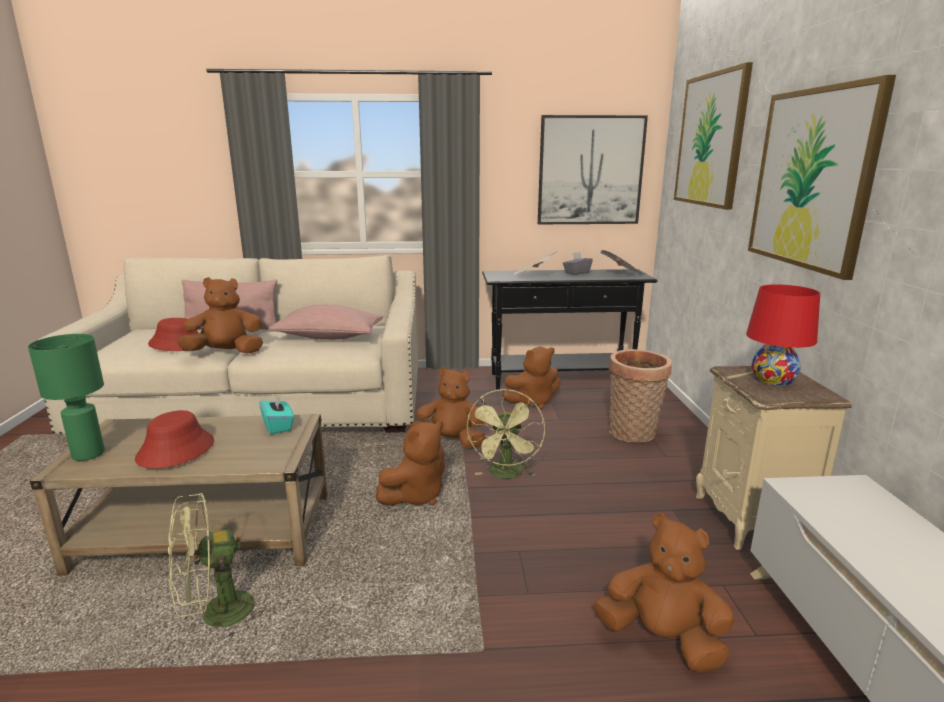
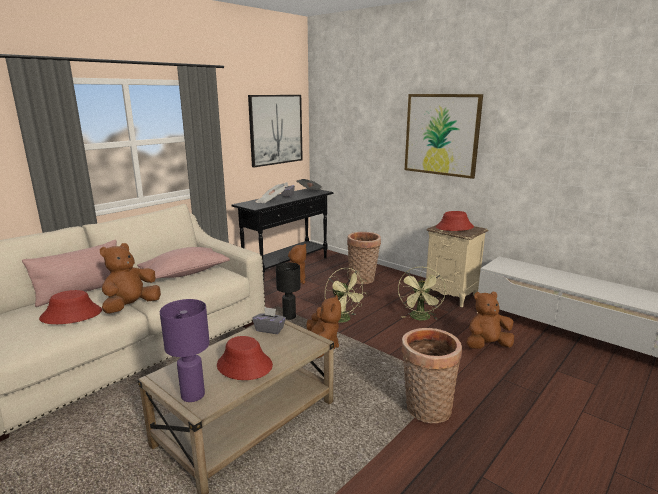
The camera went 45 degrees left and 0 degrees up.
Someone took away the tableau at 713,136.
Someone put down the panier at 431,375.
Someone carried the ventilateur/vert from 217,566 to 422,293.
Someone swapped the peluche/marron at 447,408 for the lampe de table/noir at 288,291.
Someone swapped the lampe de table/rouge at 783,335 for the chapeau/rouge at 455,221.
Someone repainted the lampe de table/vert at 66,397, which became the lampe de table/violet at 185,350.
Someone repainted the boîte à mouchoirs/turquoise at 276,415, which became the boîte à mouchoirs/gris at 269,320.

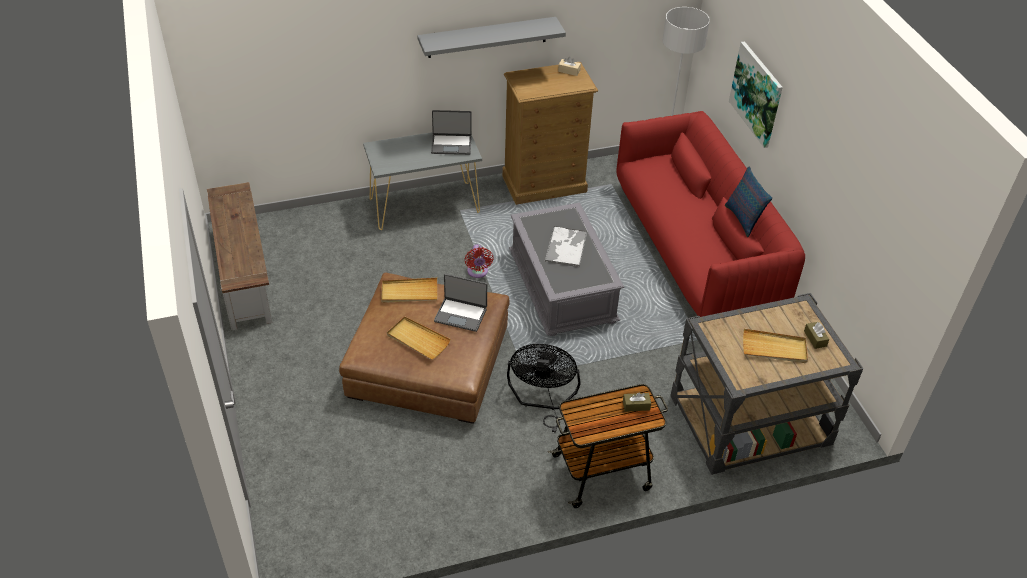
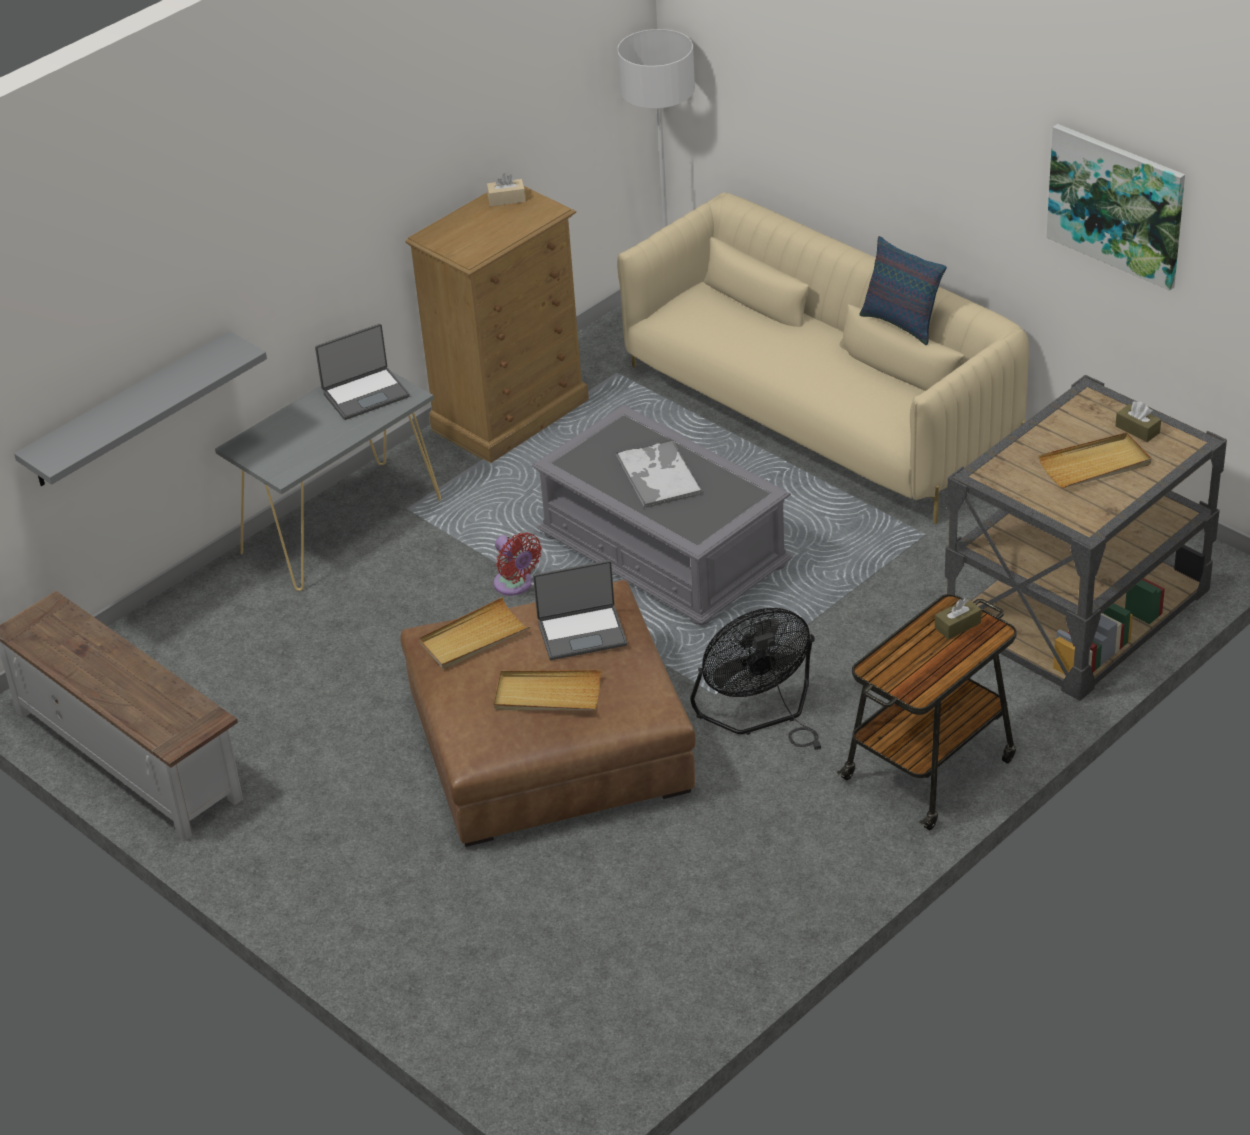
The camera went 25 degrees left and 5 degrees down.
Someone carried the étagère/gris from 491,37 to 140,408.
Someone carried the tableau from 756,94 to 1115,207.
Someone repainted the canapé/rouge at 710,214, which became the canapé/beige at 823,358.

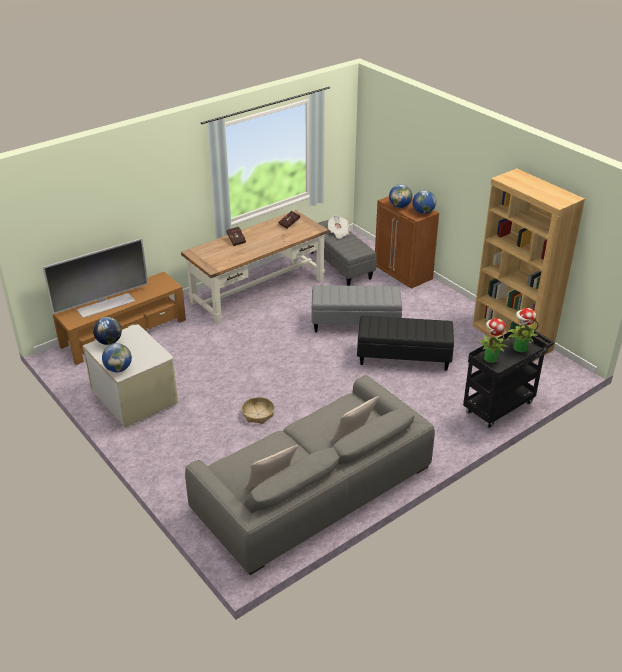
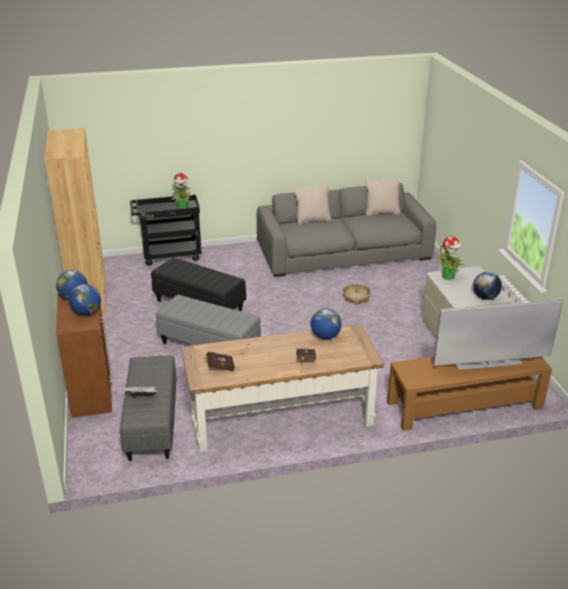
The camera went 155 degrees left and 5 degrees down.
Someone carried the globe from 117,357 to 326,323.
Someone carried the plante en pot from 523,330 to 451,258.

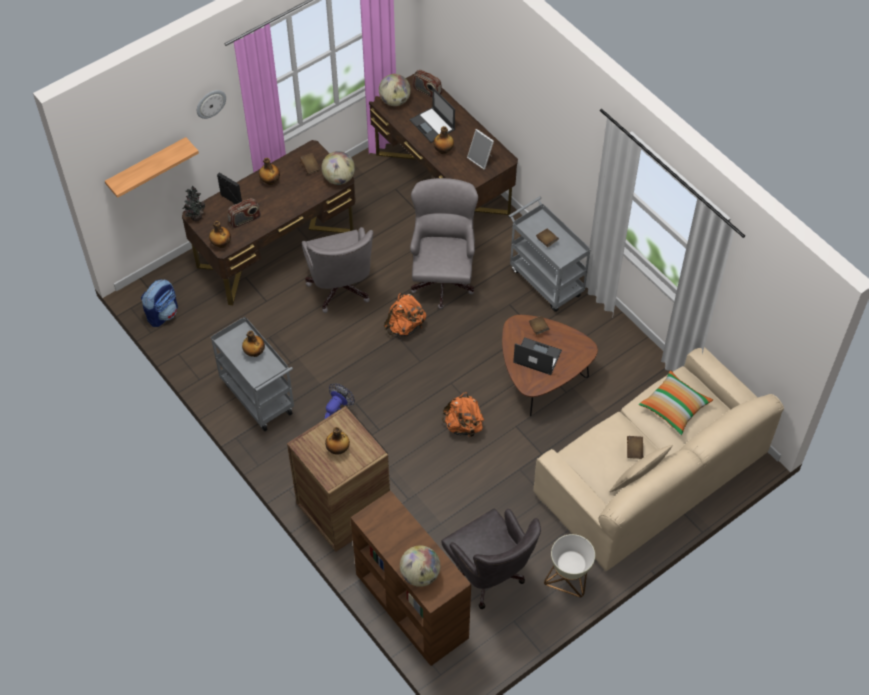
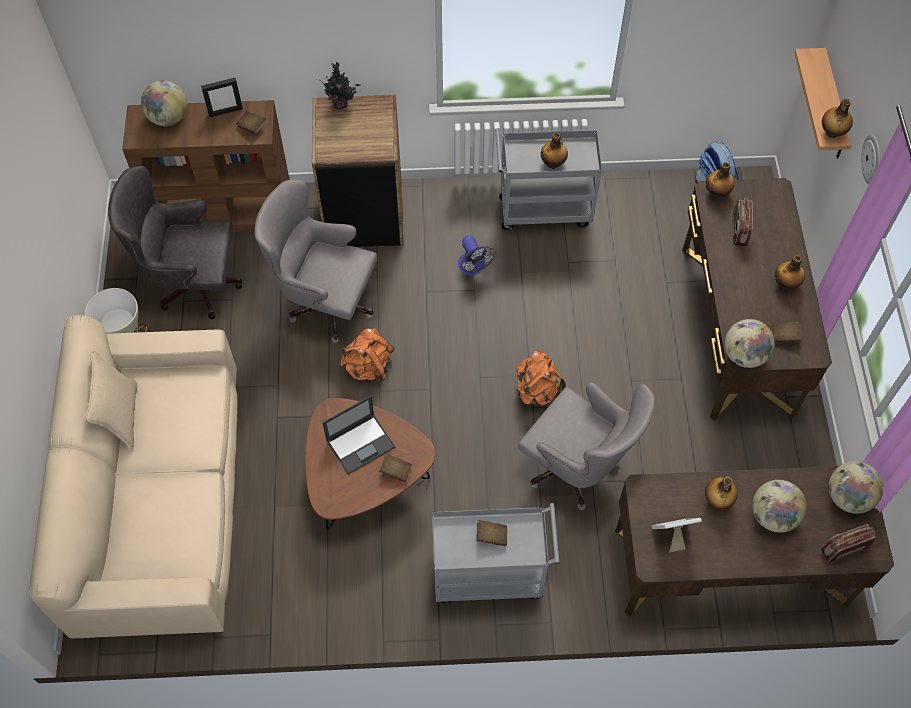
The camera went 125 degrees right and 5 degrees up.
Someone took away the coussin at 676,403.
Someone carried the plante en pot from 193,203 to 340,86.
Someone carried the cadre photo from 229,188 to 222,97.
Someone carried the chaise de bureau/gris from 337,270 to 315,262.
Someone carried the bouteille from 337,441 to 837,118.
Someone carried the livre/marron from 635,447 to 251,122.
Someone swapped the ordinateur portable at 432,115 for the globe at 779,506.

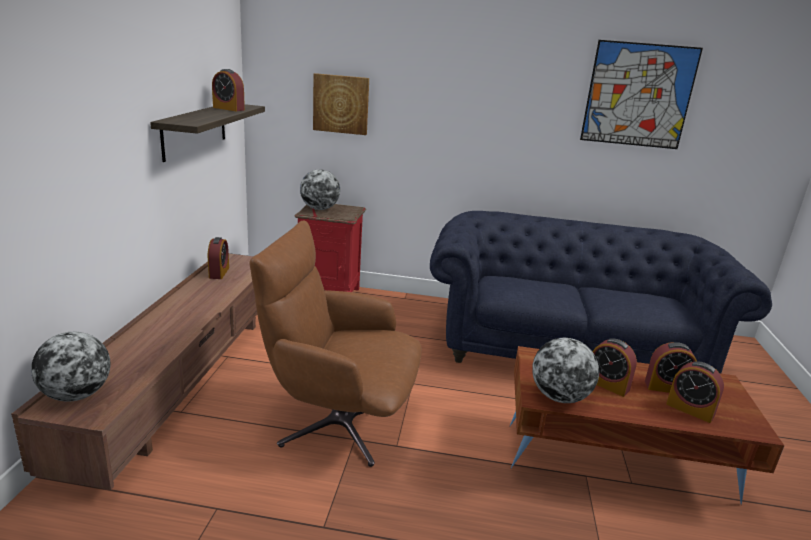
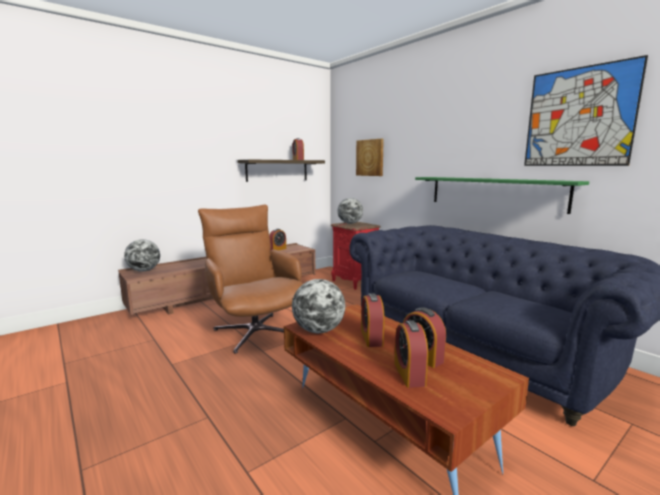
The camera went 45 degrees right and 10 degrees down.
Someone put up the étagère/vert at 502,195.

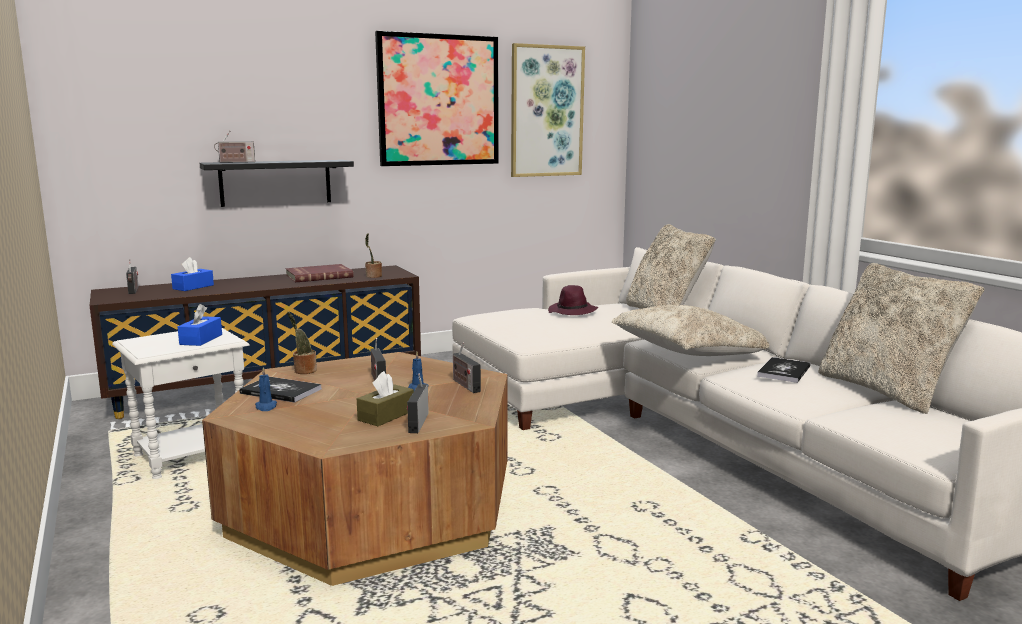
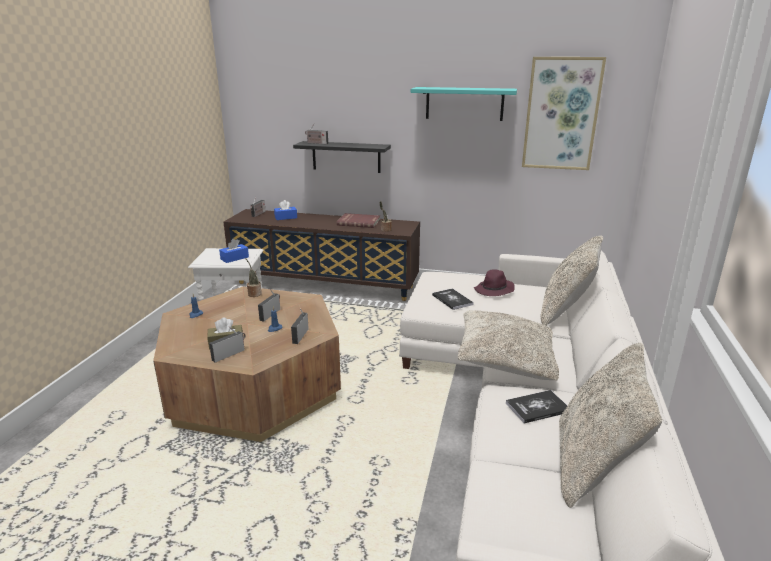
The camera went 40 degrees right and 10 degrees up.
Someone carried the livre from 280,390 to 453,299.
Someone swapped the tableau at 437,98 for the étagère/turquoise at 464,104.

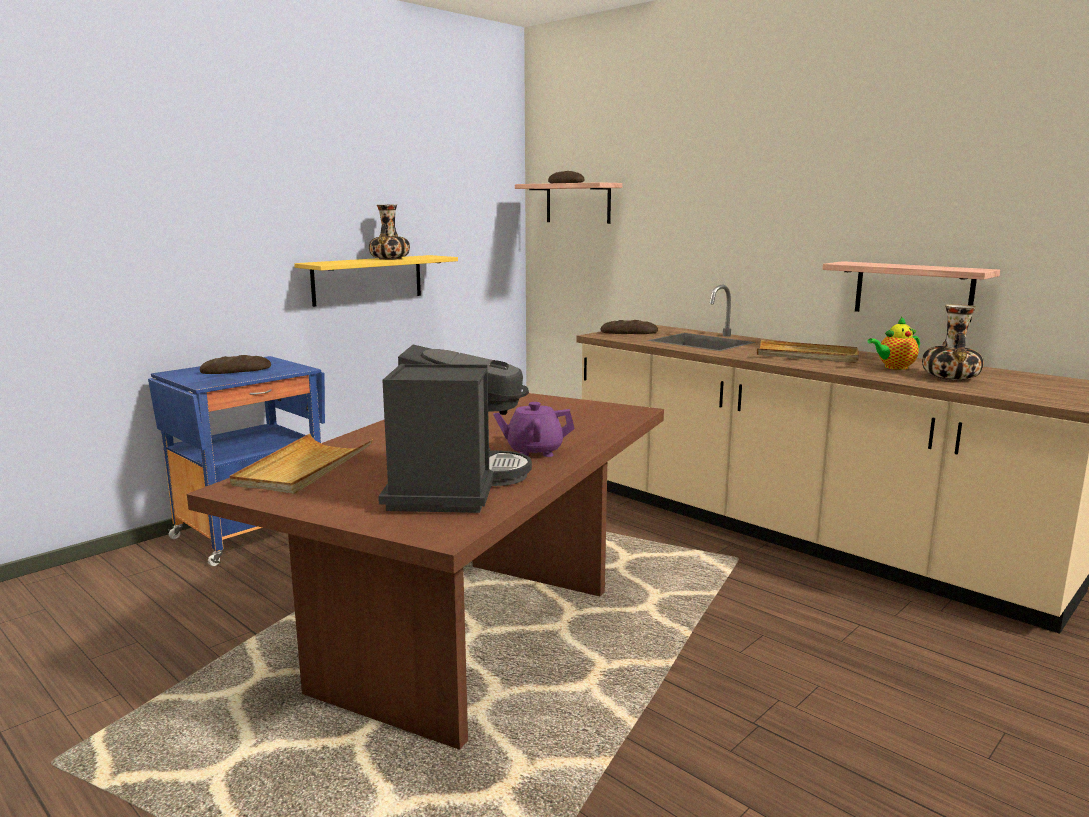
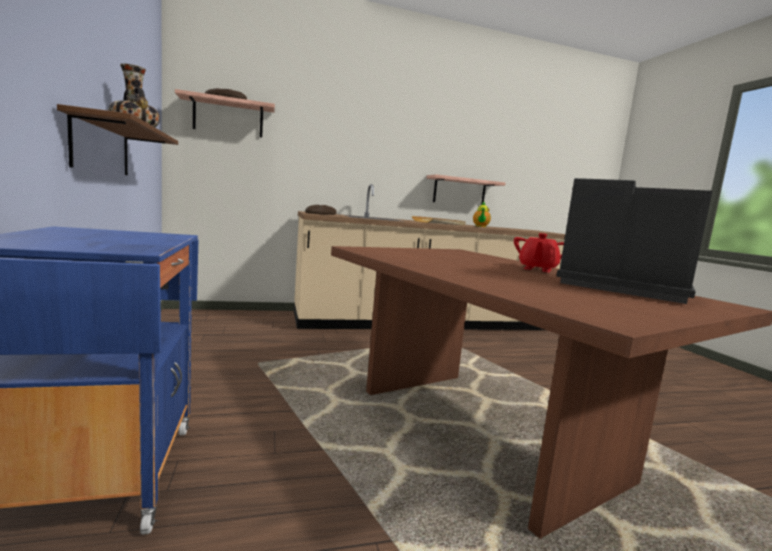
The camera went 60 degrees left and 5 degrees down.
Someone took away the pain at 235,364.
Someone took away the plateau/beige at 301,463.
Someone took away the vase at 953,342.
Someone repainted the étagère/jaune at 376,281, which became the étagère/marron at 117,139.
Someone repainted the théière/violet at 534,429, which became the théière/rouge at 539,253.

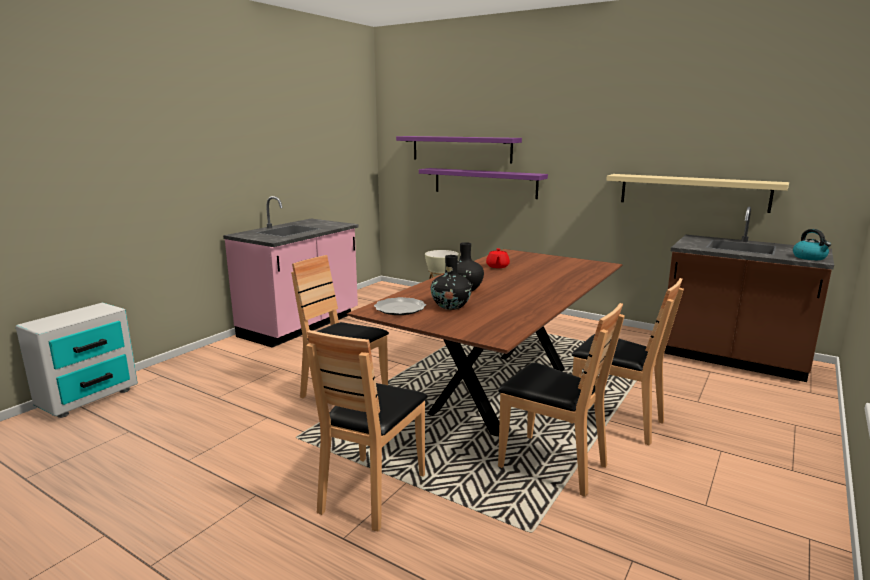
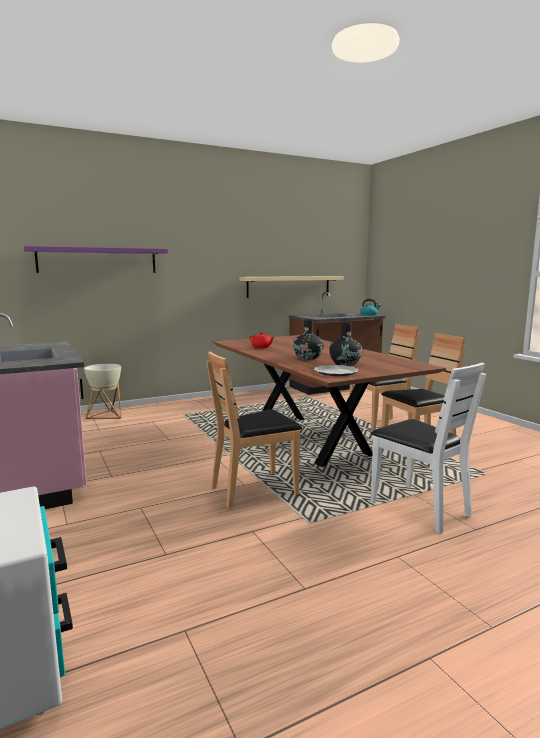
The camera went 60 degrees left and 5 degrees down.
Someone took away the étagère/violet at 483,183.
Someone repainted the chaise/marron at 367,431, which became the chaise/blanc at 428,448.

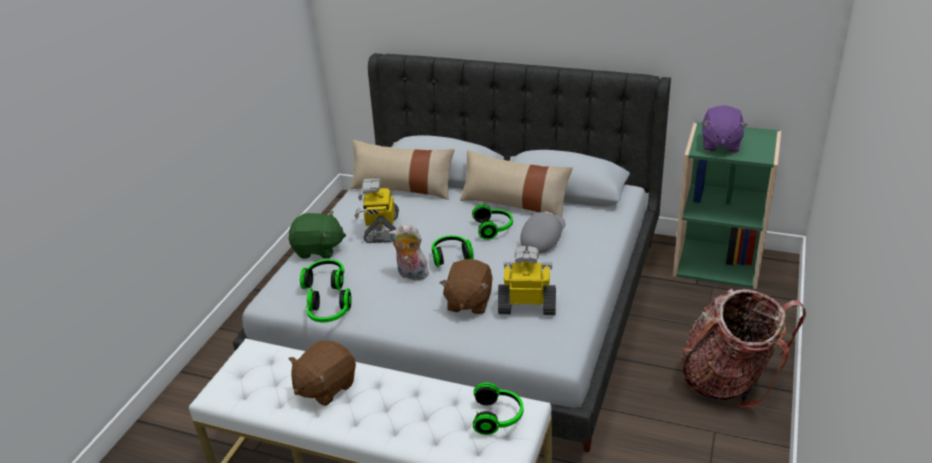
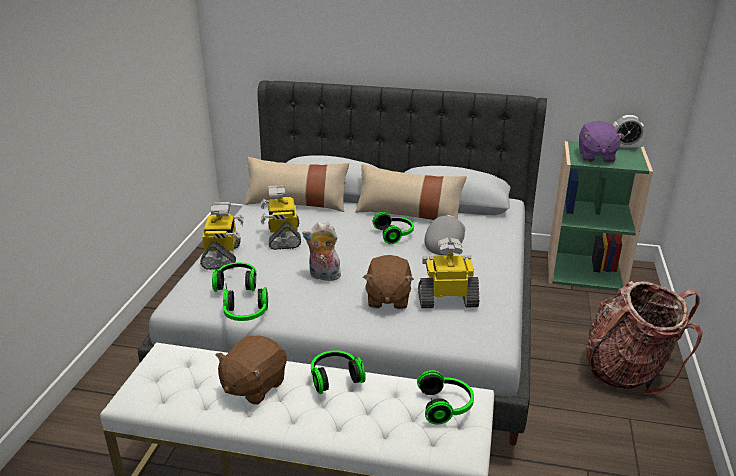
The camera went 10 degrees left and 5 degrees down.
Someone put down the réveil at 629,132.
Someone carried the casque audio from 453,251 to 338,372.
Someone swapped the peluche/vert at 317,235 for the robot jouet at 222,236.

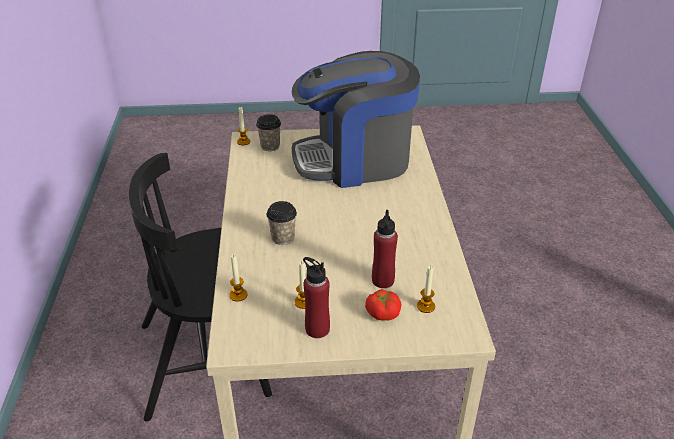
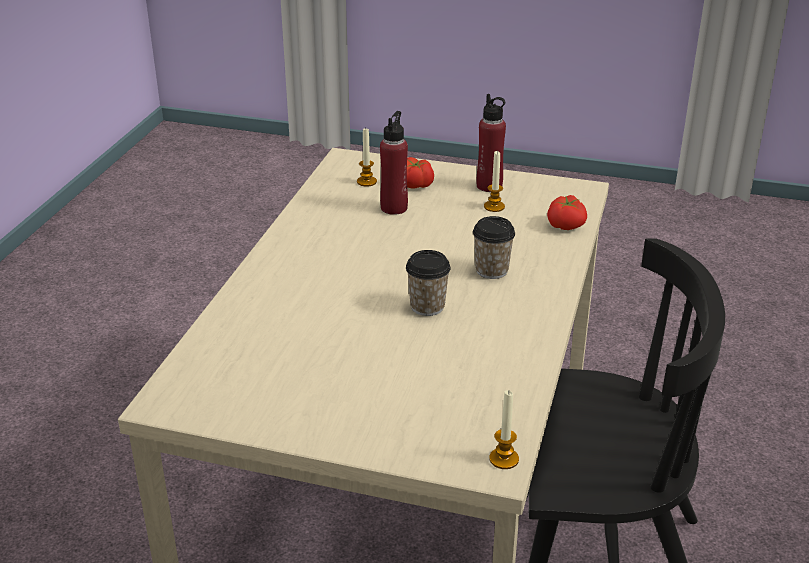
The camera went 160 degrees left and 5 degrees down.
Someone took away the machine à café at 356,119.
Someone carried the tasse from 268,132 to 428,283.
Someone swapped the bougie at 238,278 for the tomate at 567,212.

